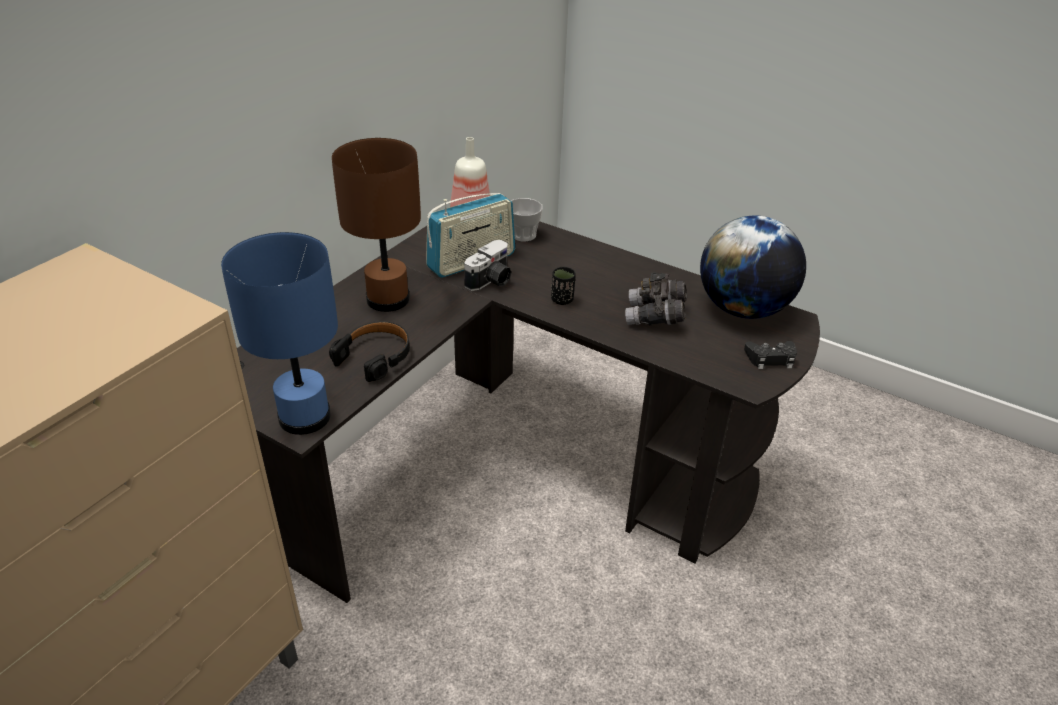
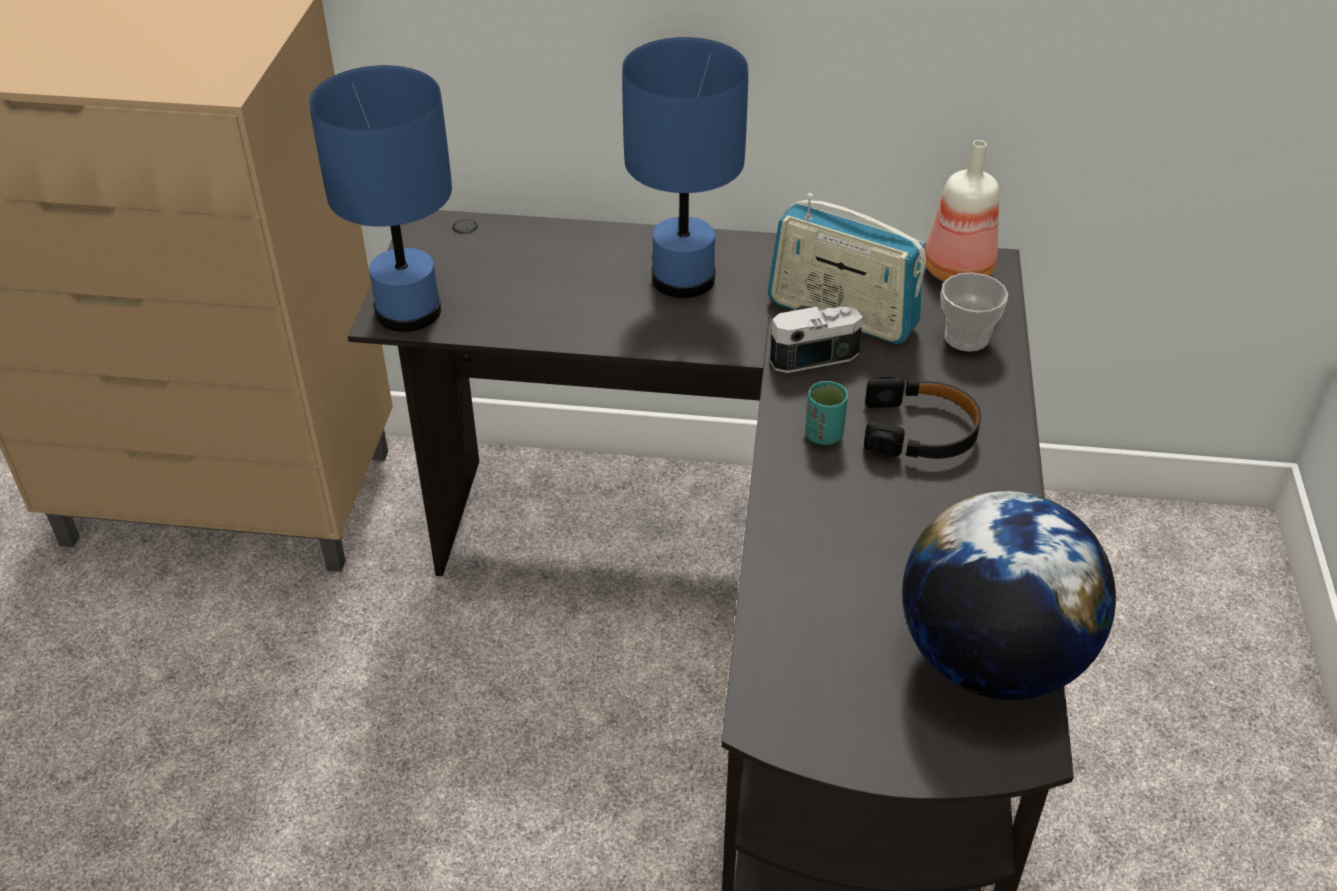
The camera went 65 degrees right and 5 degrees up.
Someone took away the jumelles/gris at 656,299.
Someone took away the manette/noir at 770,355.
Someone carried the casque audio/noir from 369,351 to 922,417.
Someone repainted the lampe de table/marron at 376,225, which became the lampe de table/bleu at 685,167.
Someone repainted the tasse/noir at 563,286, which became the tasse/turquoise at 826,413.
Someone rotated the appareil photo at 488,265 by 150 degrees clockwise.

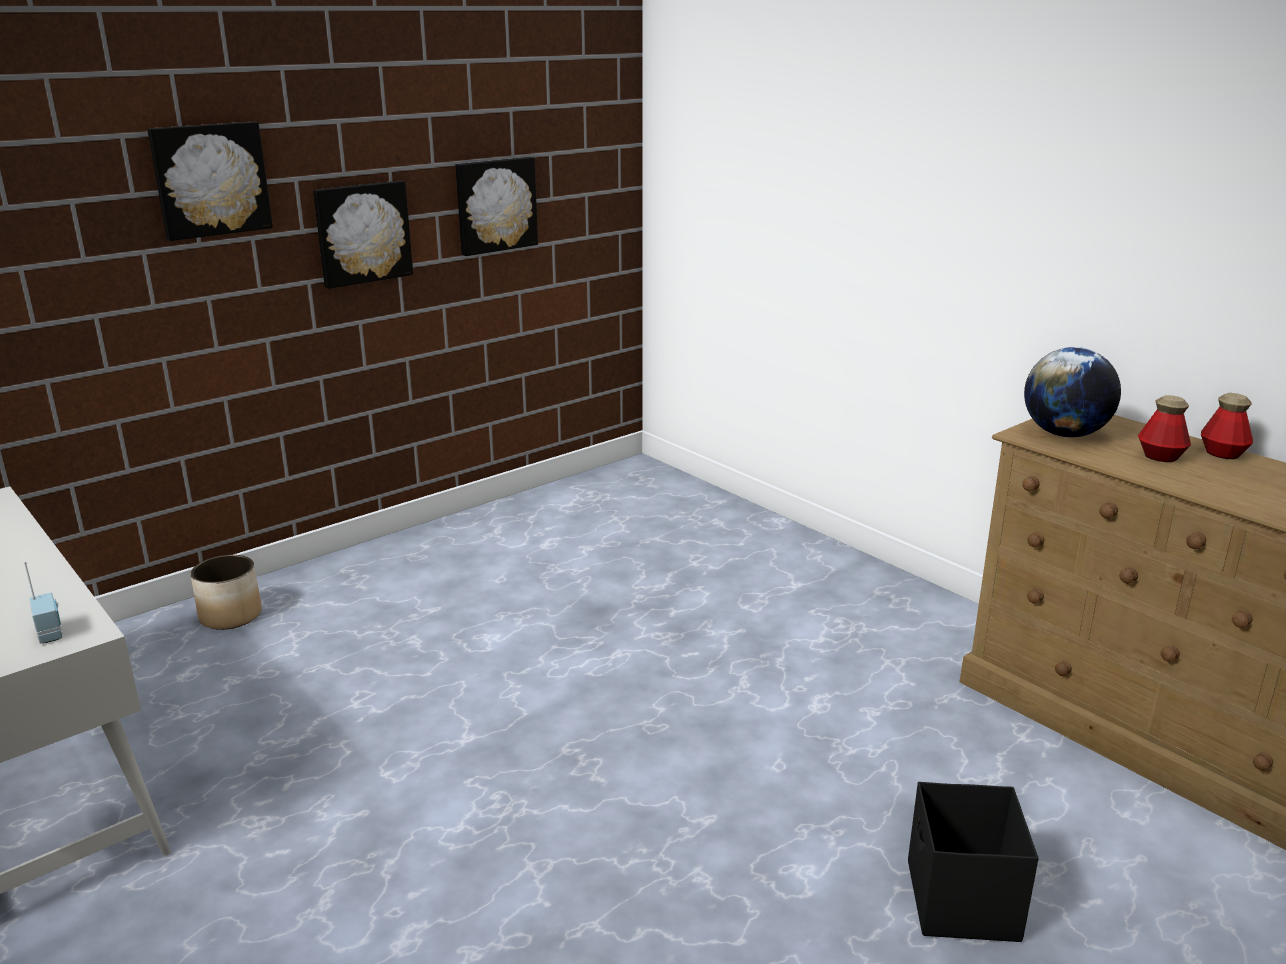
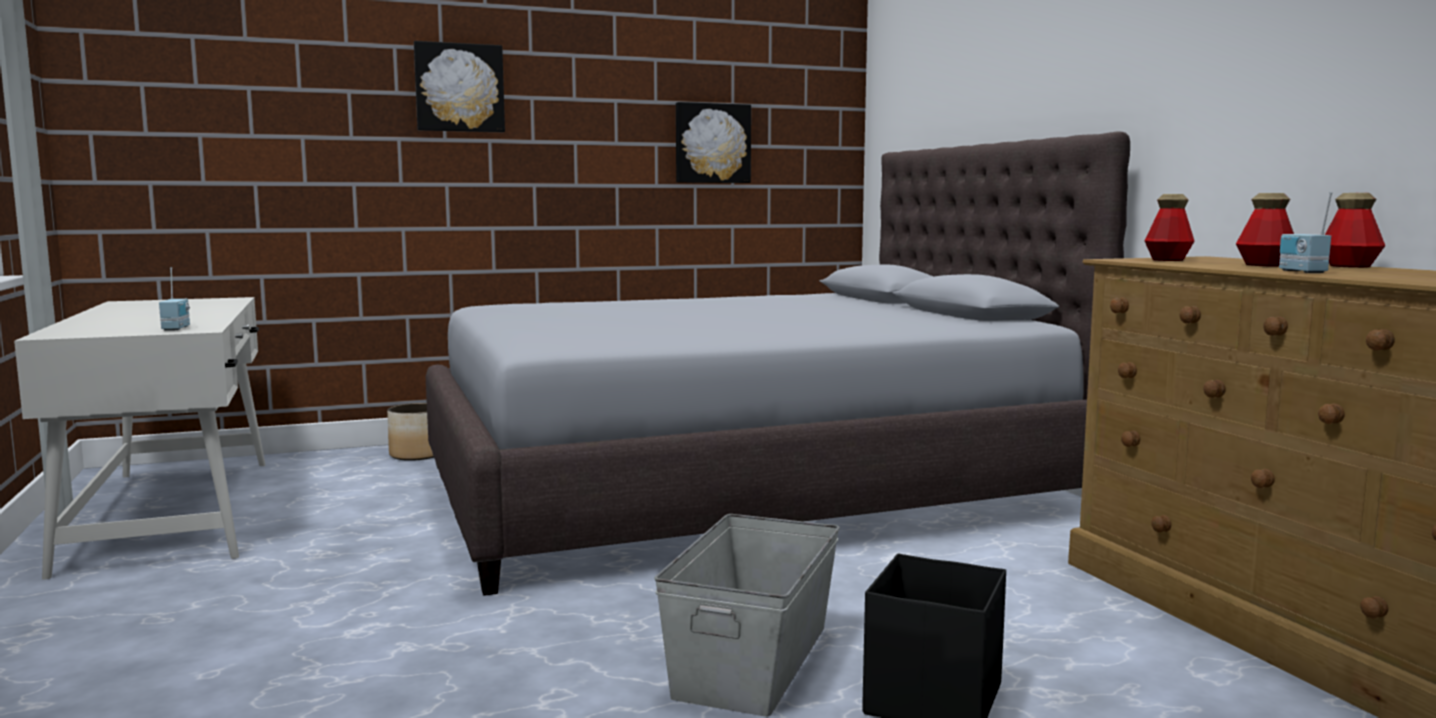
The camera went 20 degrees right and 15 degrees down.
Someone took away the tableau at 363,235.
Someone put down the lit/gris at 778,363.
Someone put down the boîte de rangement/gris at 747,615.
Someone put down the radio at 1305,232.
Someone swapped the globe at 1072,392 for the bouteille at 1169,227.

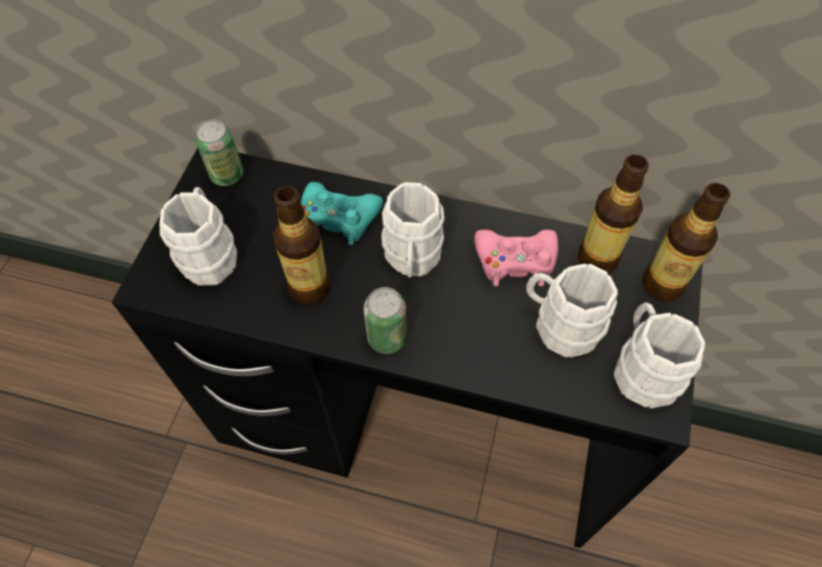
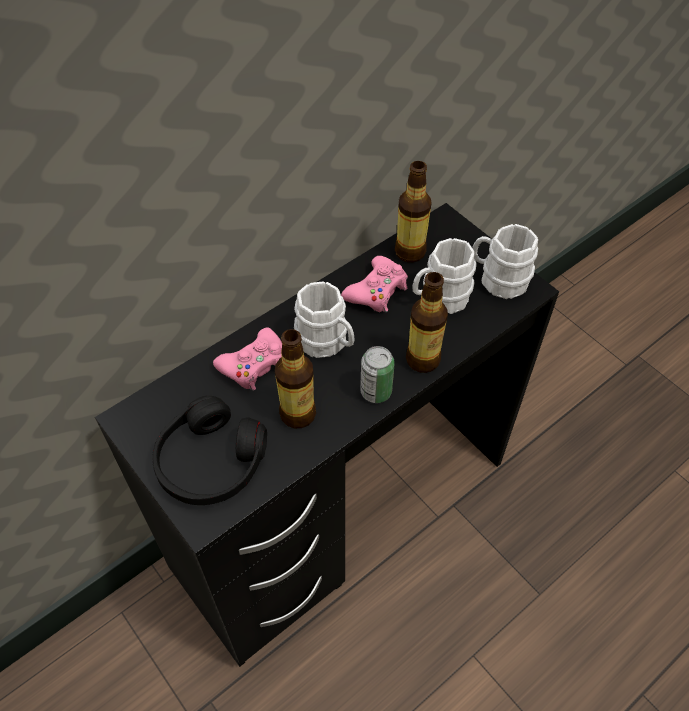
The camera went 55 degrees left and 5 degrees down.
Someone took away the boîte métallique at 219,152.
Someone carried the bouteille from 686,242 to 427,322.
Someone swapped the mug/blanc at 198,236 for the casque audio/noir at 209,450.
Someone repainted the manette/turquoise at 342,213, which became the manette/rose at 247,359.

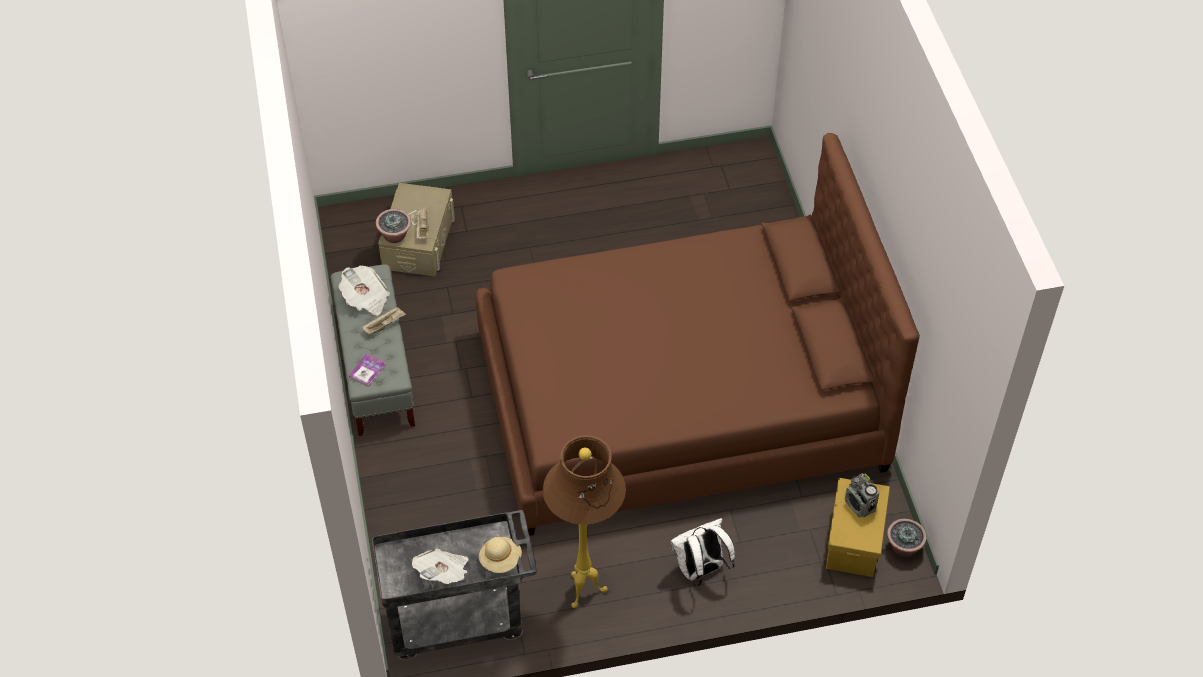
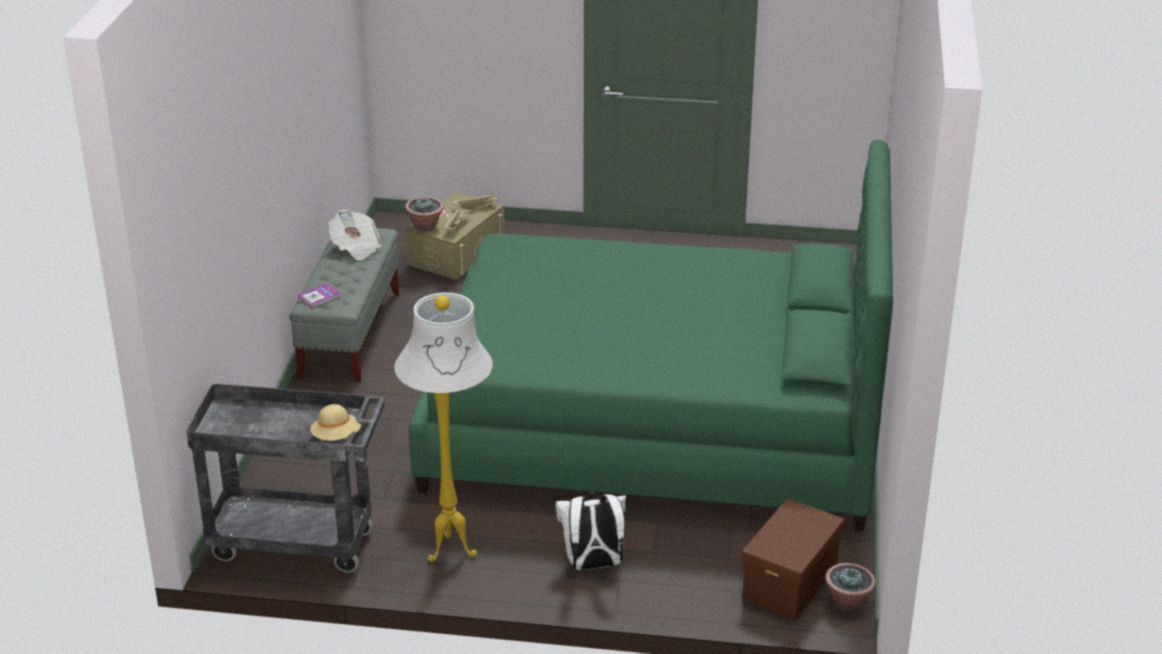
The camera went 20 degrees right and 20 degrees down.
Someone took away the journal at 440,566.
Someone took away the radio at 862,495.
Someone carried the plateau/beige from 384,320 to 475,201.
Someone repainted the lit/marron at 697,334, which became the lit/vert at 651,335.
Someone repainted the lampadaire/marron at 584,521, which became the lampadaire/blanc at 443,427.
Someone repainted the boîte de rangement/jaune at 858,527, which became the boîte de rangement/marron at 793,558.

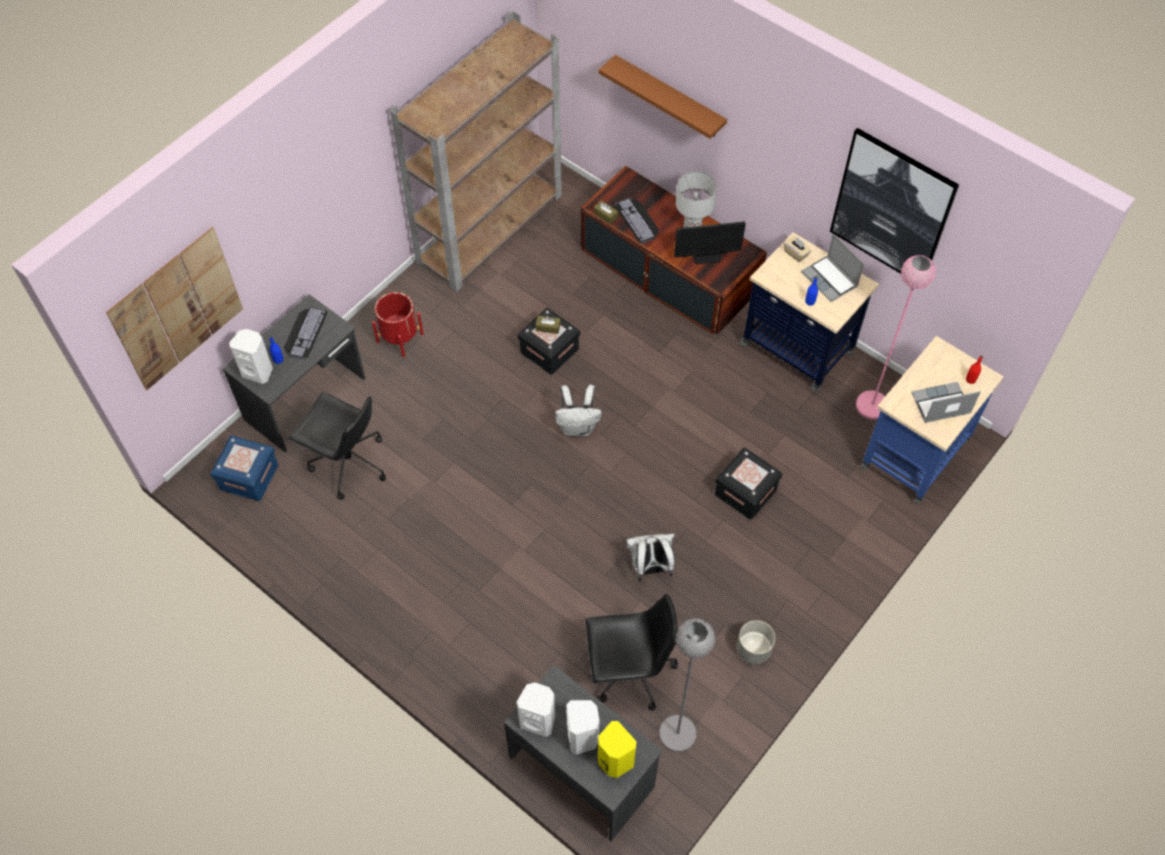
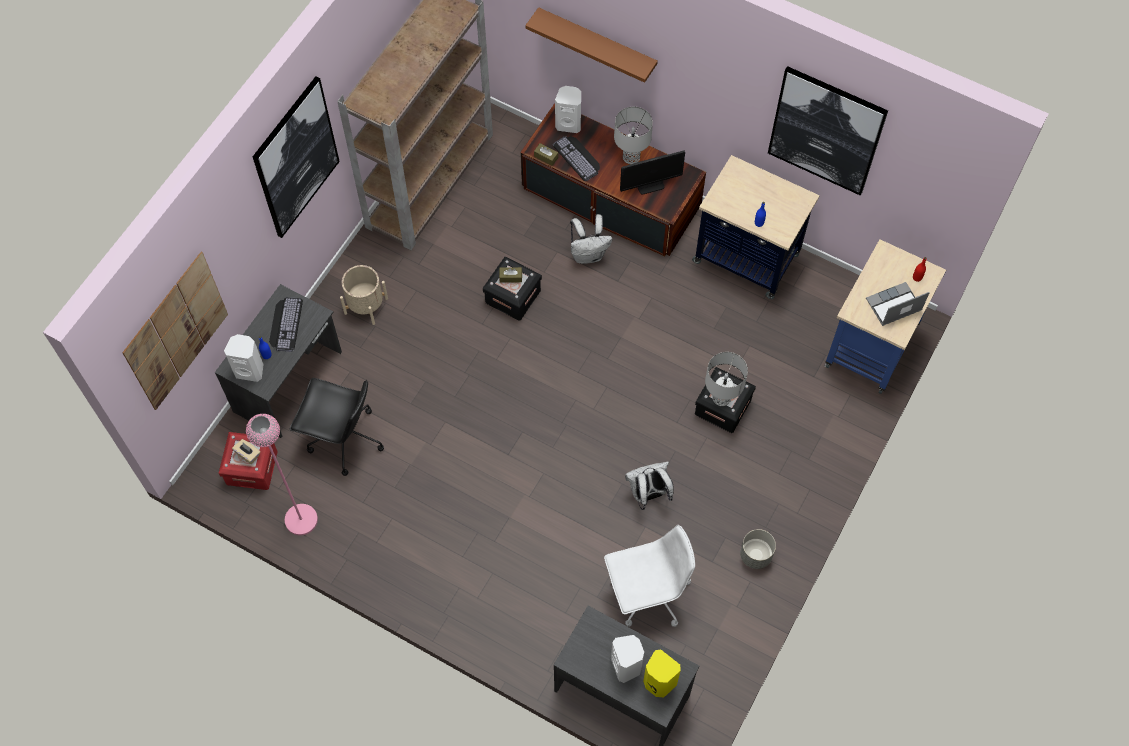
The camera went 10 degrees left and 5 degrees up.
Someone took away the lampadaire/gris at 687,685.
Someone took away the ordinateur portable at 832,267.
Someone put up the tableau at 296,157.
Someone put down the lampe de table/blanc at 726,379.
Someone carried the enceinte/blanc from 536,710 to 568,109.
Someone carried the sac à dos/blanc from 578,410 to 591,239.
Someone carried the boîte à mouchoirs/beige from 797,249 to 246,451.
Someone carried the lampadaire/rose from 896,337 to 282,475.
Someone repainted the boîte de rangement/bleu at 244,468, which became the boîte de rangement/rouge at 248,461.
Someone repainted the cache-pot/rouge at 398,324, which became the cache-pot/beige at 364,295.
Someone repainted the chaise de bureau/noir at 631,652, which became the chaise de bureau/blanc at 649,576.

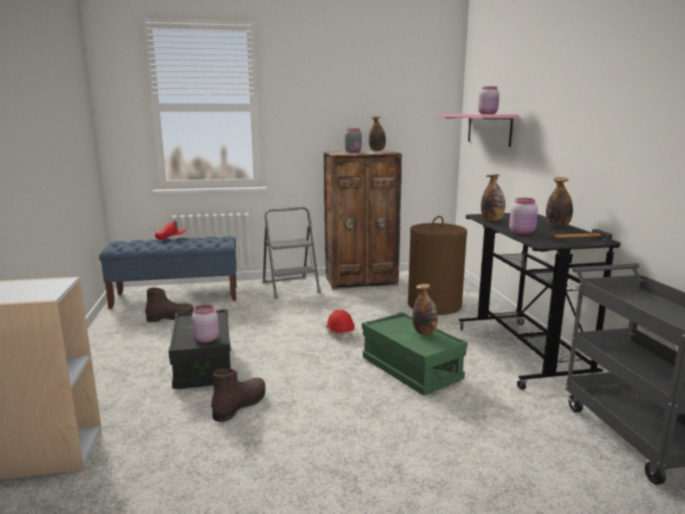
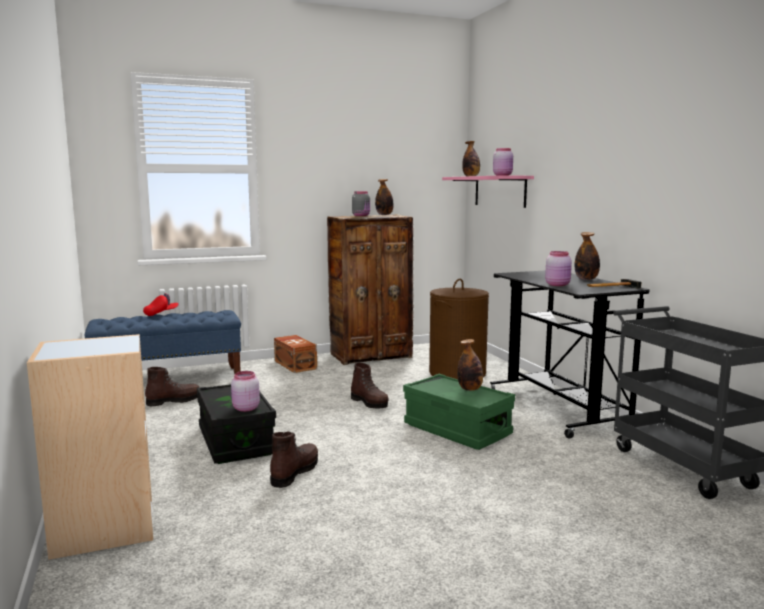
The camera went 10 degrees left and 5 degrees down.
Someone carried the bouteille from 493,197 to 471,158.
Someone swapped the escabeau/gris at 292,253 for the boîte de rangement/marron at 295,354.
Someone swapped the casque de chantier/rouge at 340,325 for the botte/marron at 370,386.

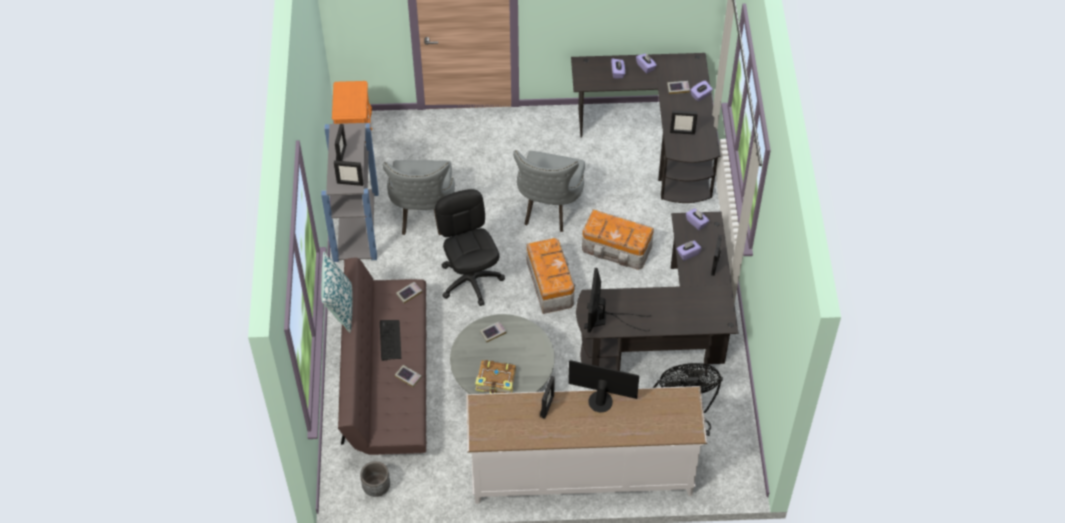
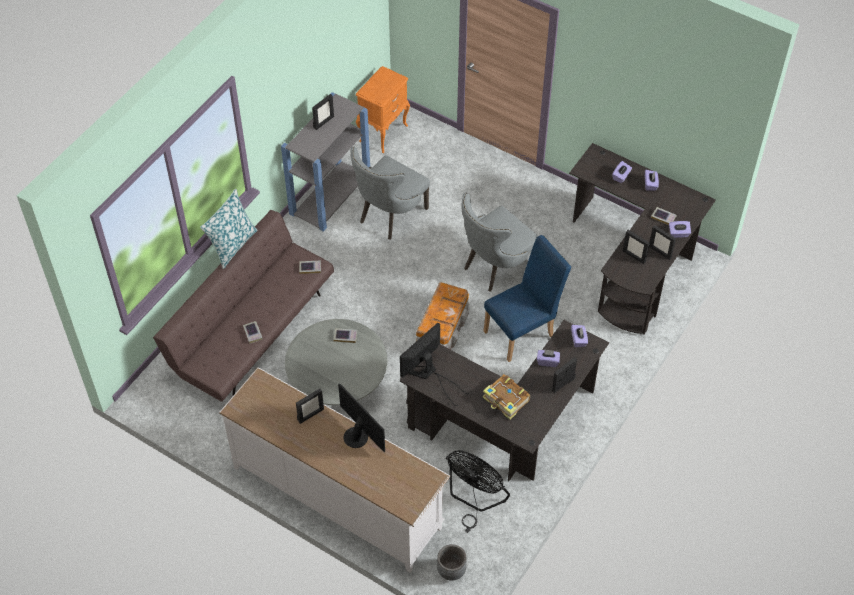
The camera went 35 degrees right and 0 degrees up.
Someone took away the clavier at 390,340.
Someone took away the chaise de bureau/noir at 470,247.
Someone carried the cadre photo from 348,173 to 662,242.
Someone carried the cache-pot/gris from 375,479 to 451,562.
Someone carried the livre from 495,376 to 506,397.
Someone swapped the boîte de rangement at 618,239 for the chaise/bleu at 527,298.

